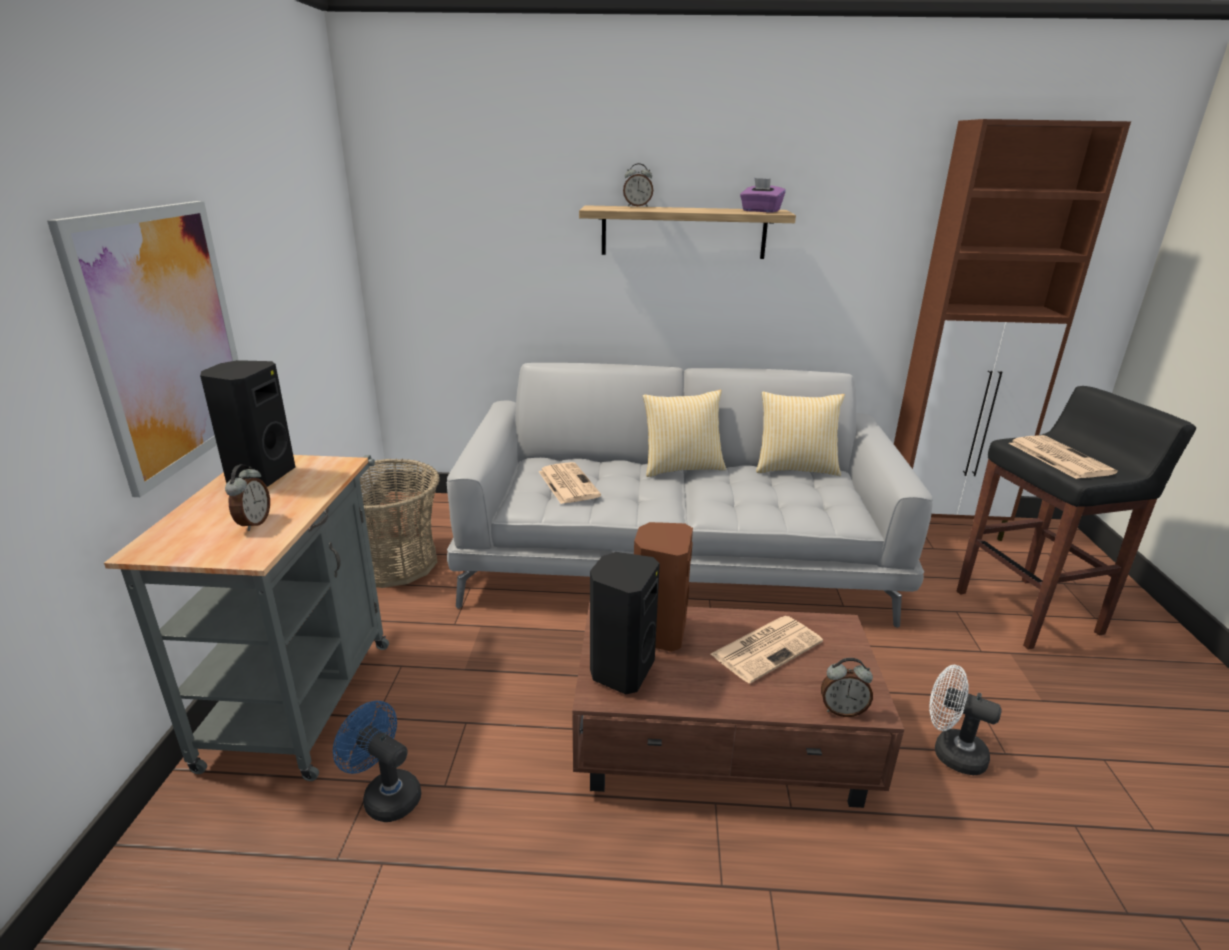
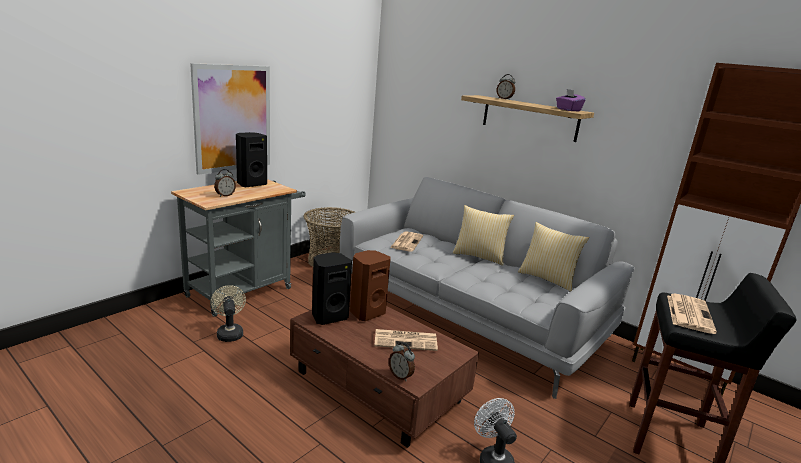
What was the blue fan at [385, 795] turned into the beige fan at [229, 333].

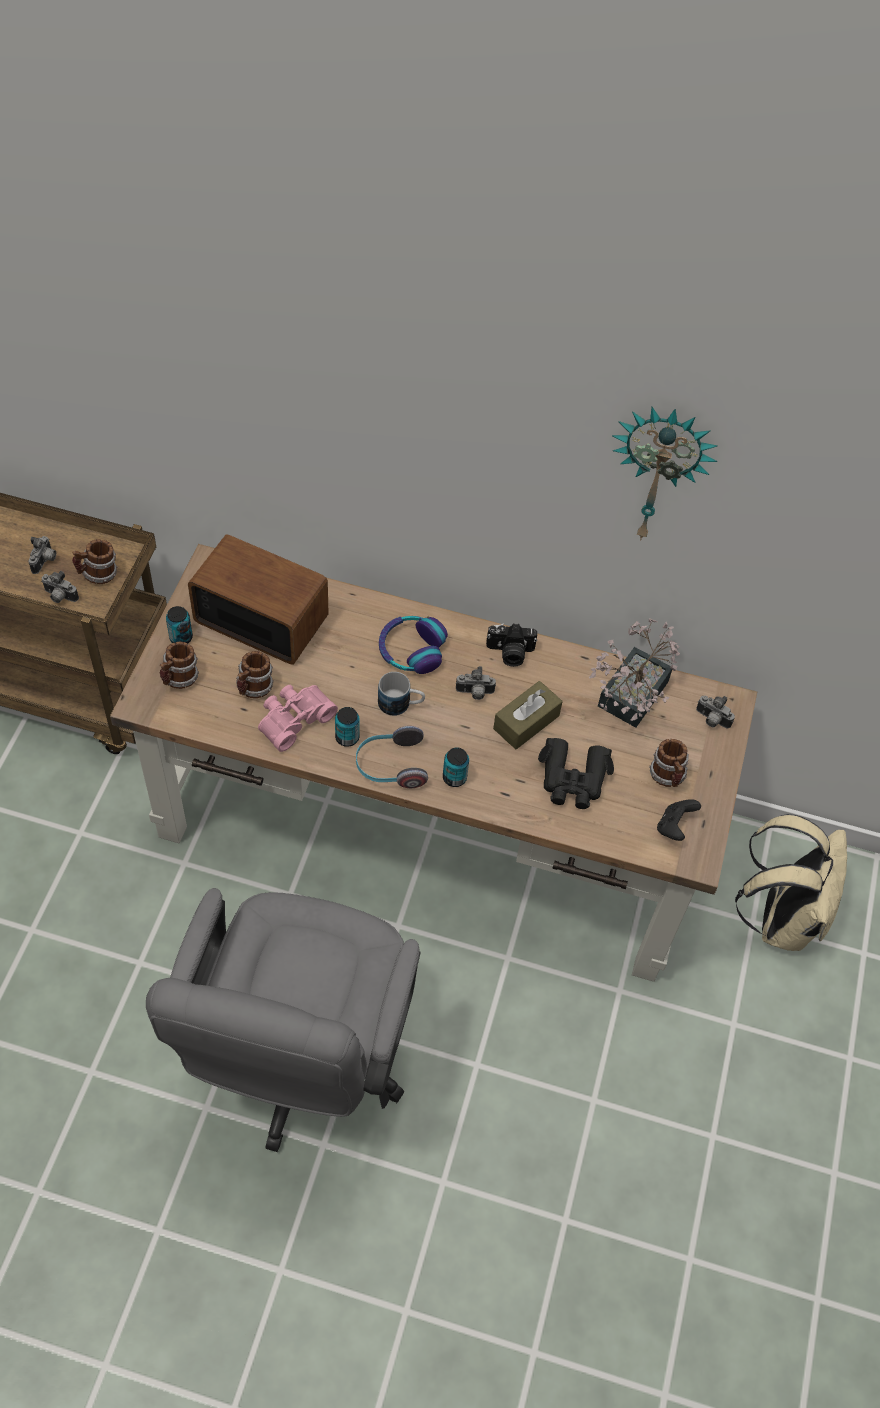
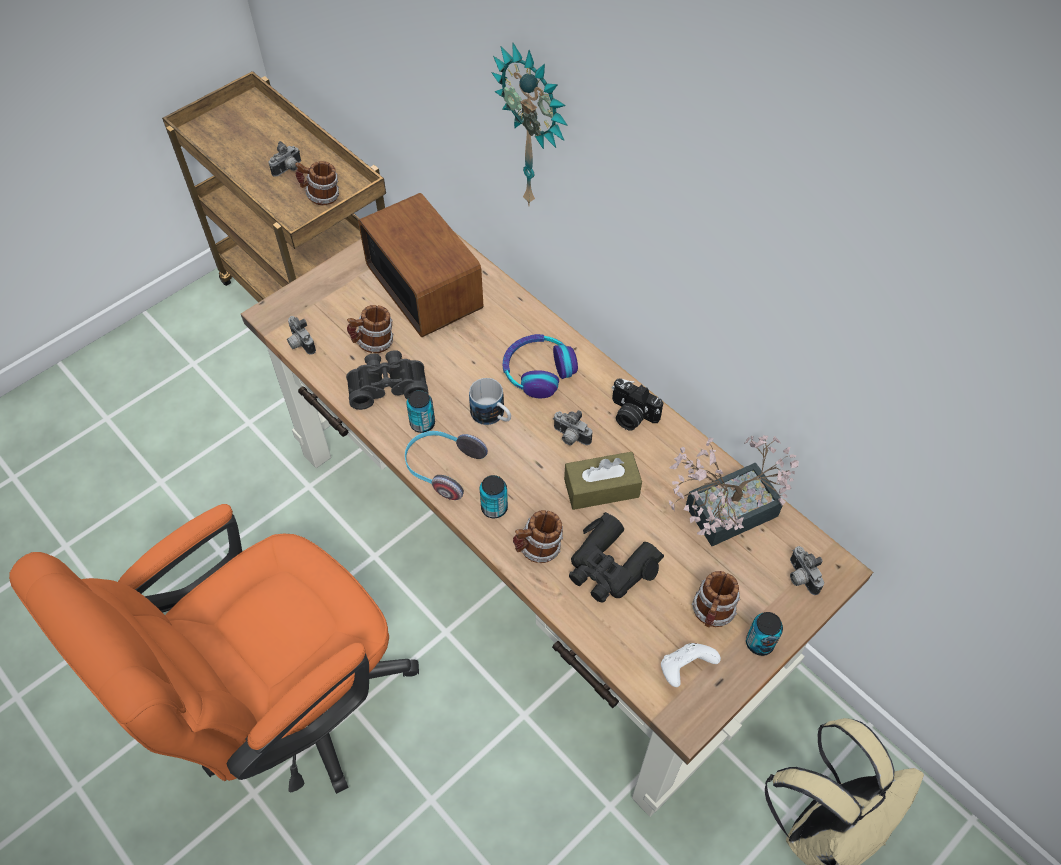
The wall clock ended up elsewhere, having gone from [658, 472] to [535, 130].
The photo camera ended up elsewhere, having gone from [59, 597] to [300, 344].
The can ended up elsewhere, having gone from [181, 637] to [759, 643].
The mug ended up elsewhere, having gone from [179, 679] to [537, 549].
What was the pink binoculars at [293, 719] turned into the black binoculars at [387, 385].
What was the black game controller at [674, 826] turned into the white game controller at [684, 669].
What was the grey office chair at [299, 1061] turned into the orange office chair at [284, 706].

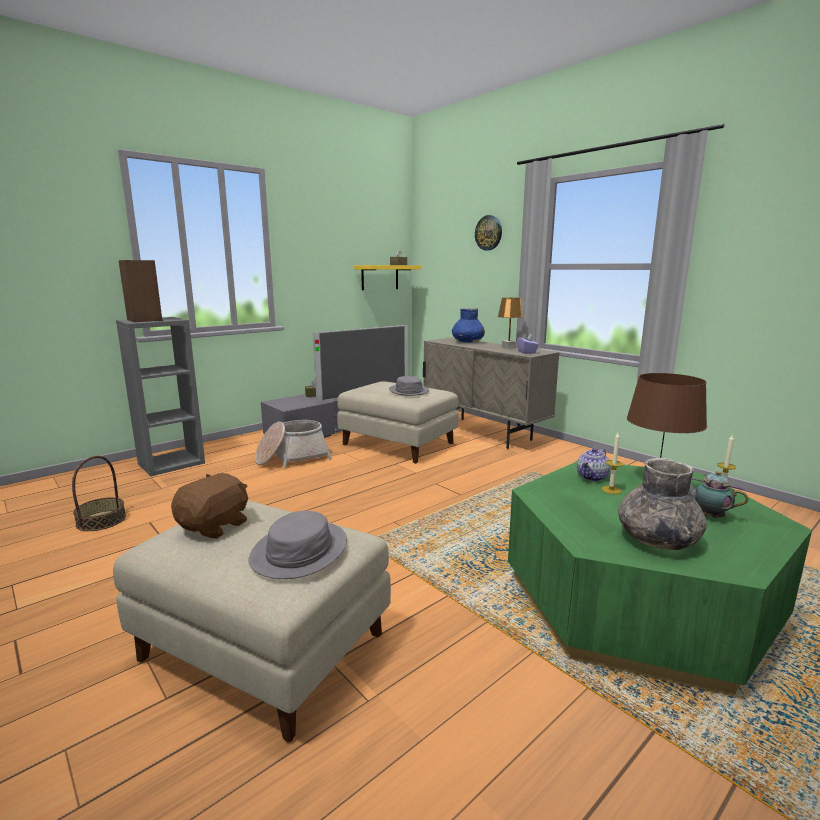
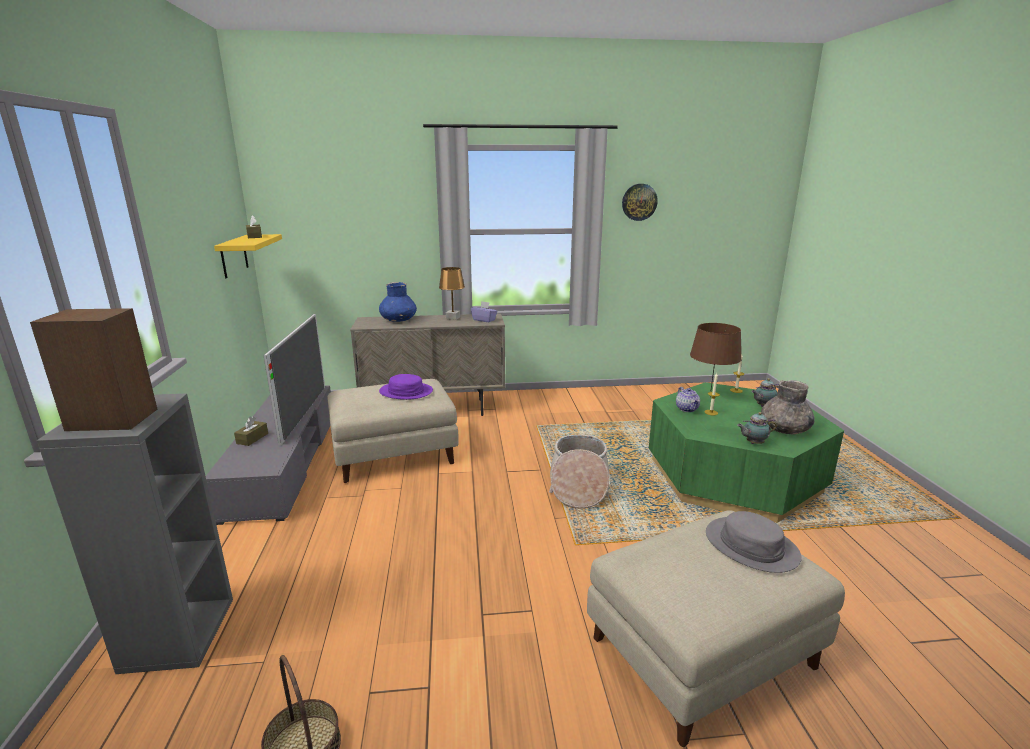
The wall clock ended up elsewhere, having gone from [488, 233] to [639, 202].
What was the grey hat at [408, 391] turned into the purple hat at [406, 392].
The basket ended up elsewhere, having gone from [292, 458] to [578, 485].
The second view lost the brown plush toy at [215, 526].
The second view gained the teapot at [753, 443].

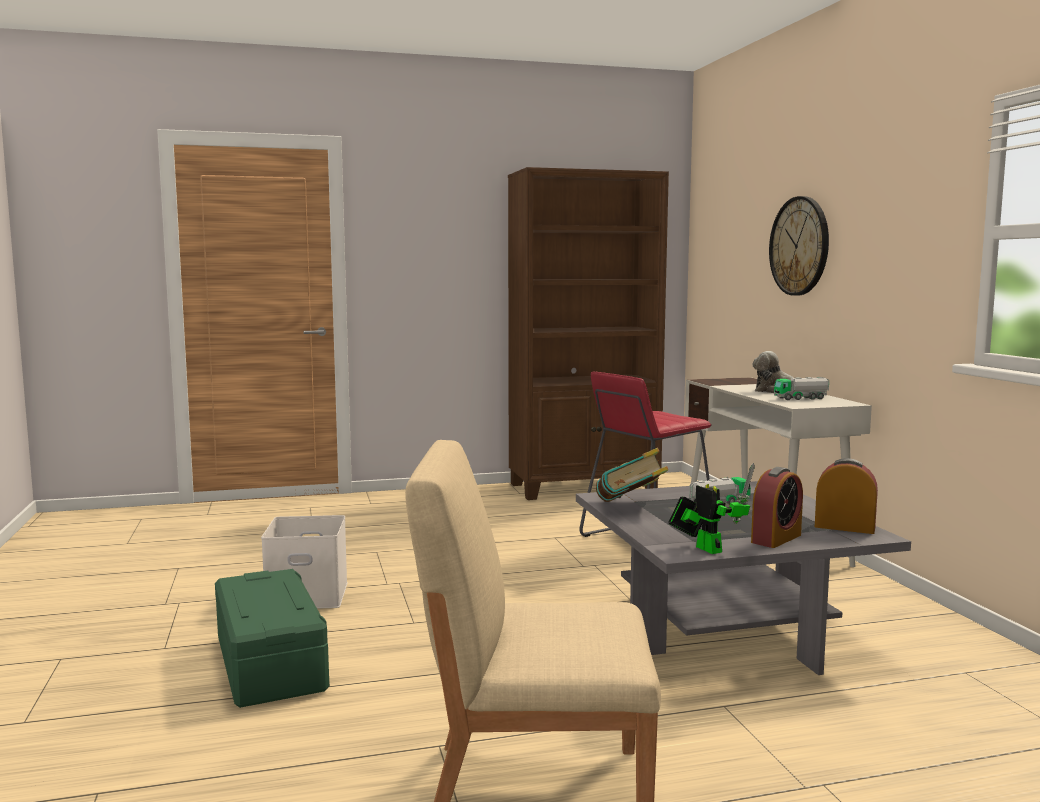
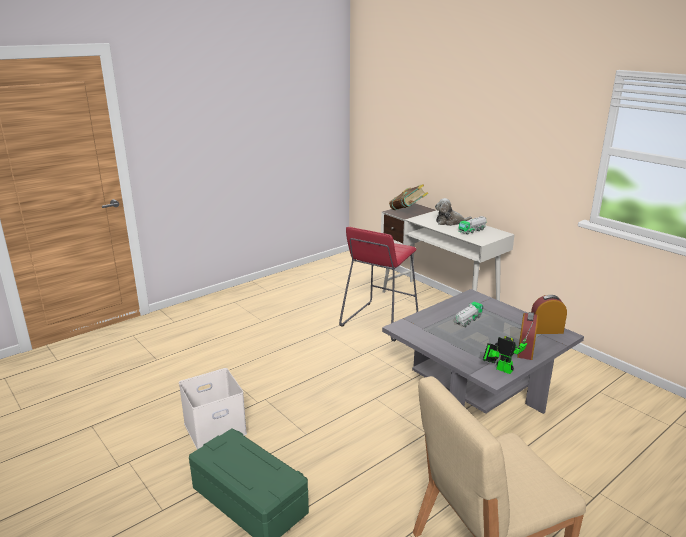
The second view lost the brown bookcase at [584, 488].
The second view lost the wall clock at [799, 246].
The book ended up elsewhere, having gone from [630, 507] to [407, 211].

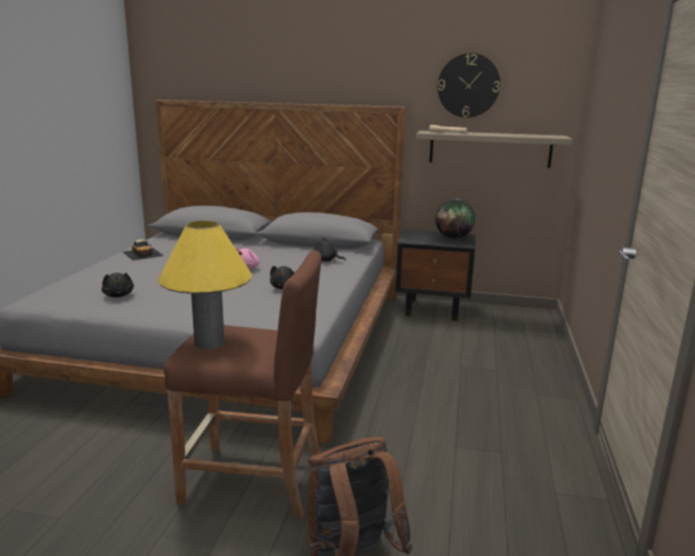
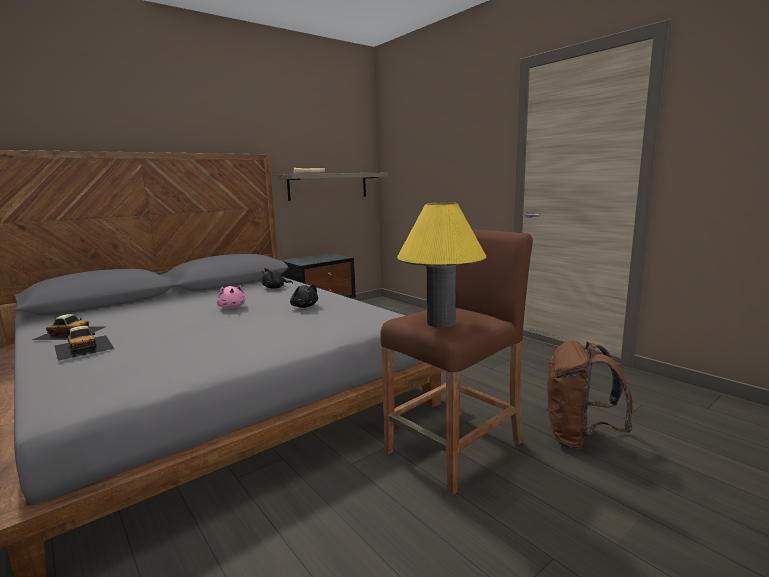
The second view lost the wall clock at [468, 85].
The second view lost the globe at [453, 238].
The second view lost the black plush toy at [118, 295].
The second view gained the toy car at [84, 346].

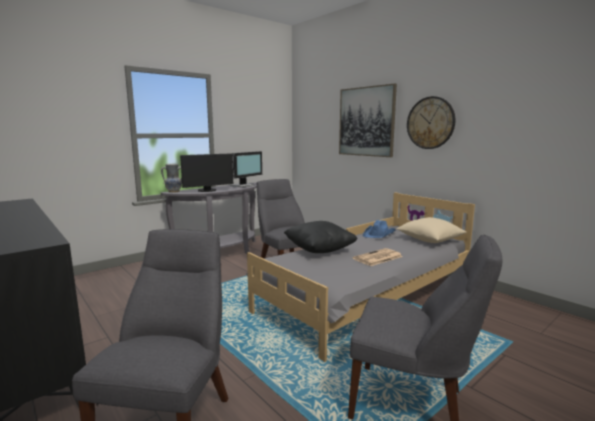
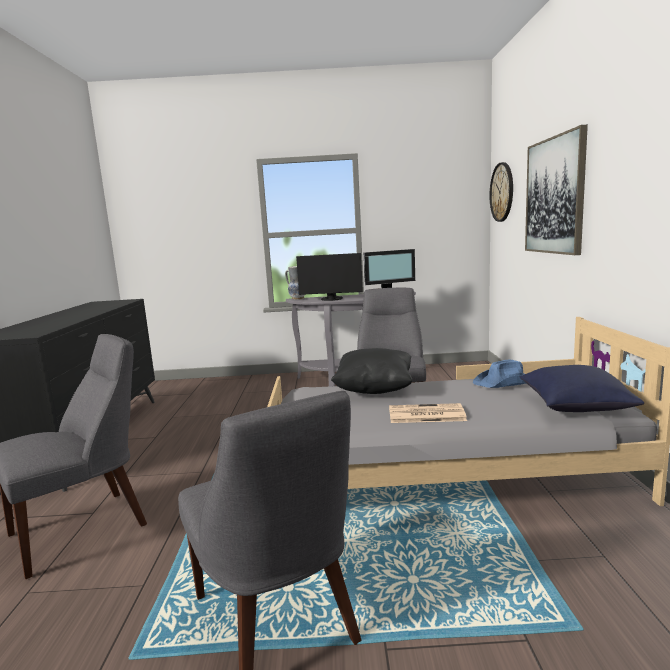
The wall clock ended up elsewhere, having gone from [430, 123] to [502, 192].
What was the beige pillow at [429, 240] turned into the blue pillow at [575, 406].

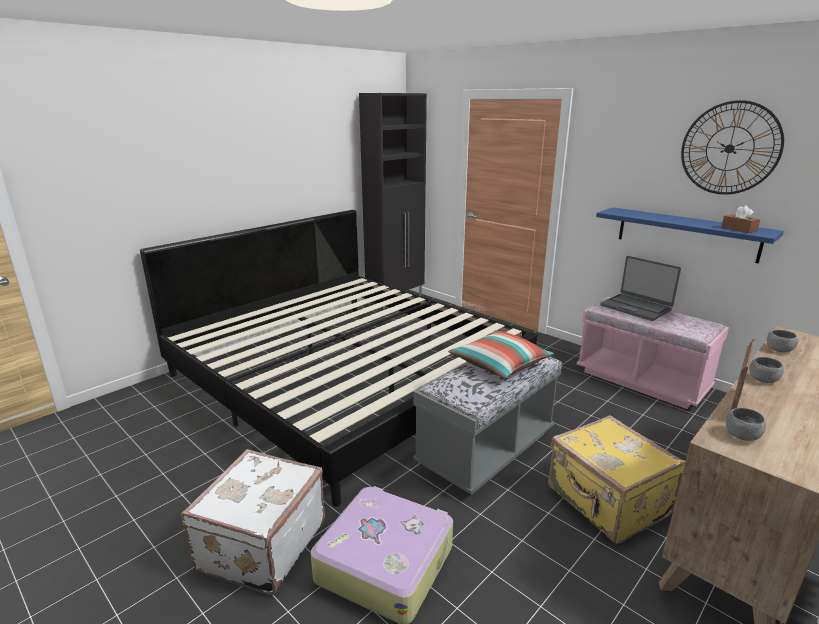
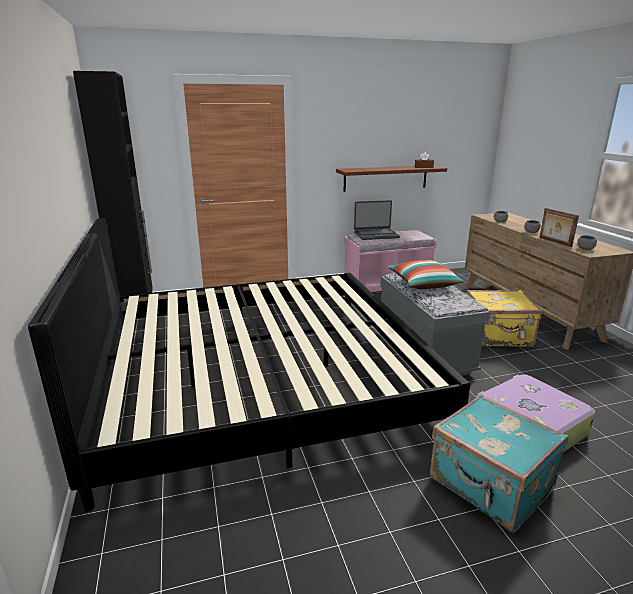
The second view lost the wall clock at [729, 148].
What was the blue shelf at [686, 234] turned into the brown shelf at [385, 178].
What was the white suitcase at [260, 544] turned into the turquoise suitcase at [490, 486].

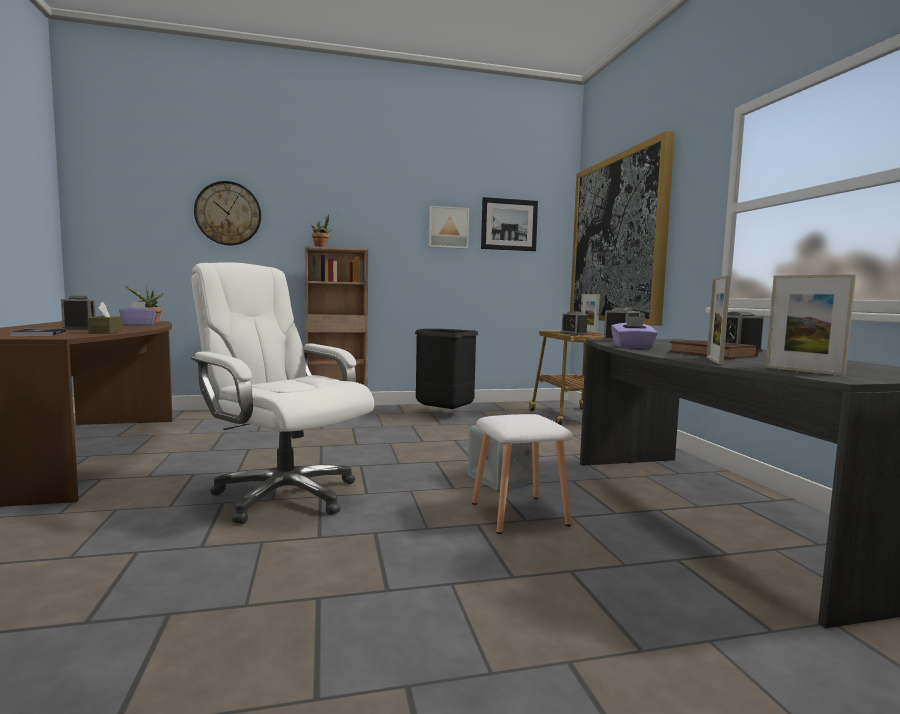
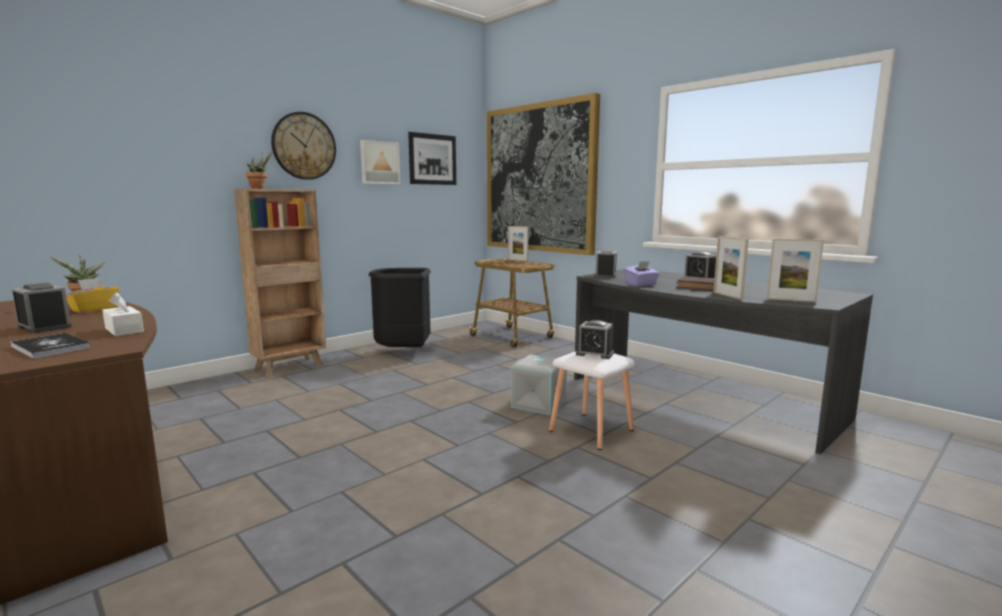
The wall clock ended up elsewhere, having gone from [228, 213] to [304, 146].
The second view lost the white office chair at [284, 495].
What was the brown tissue box at [105, 332] turned into the white tissue box at [124, 330].
What was the purple tissue box at [138, 325] turned into the yellow tissue box at [94, 309].
The alarm clock ended up elsewhere, having gone from [573, 334] to [594, 354].

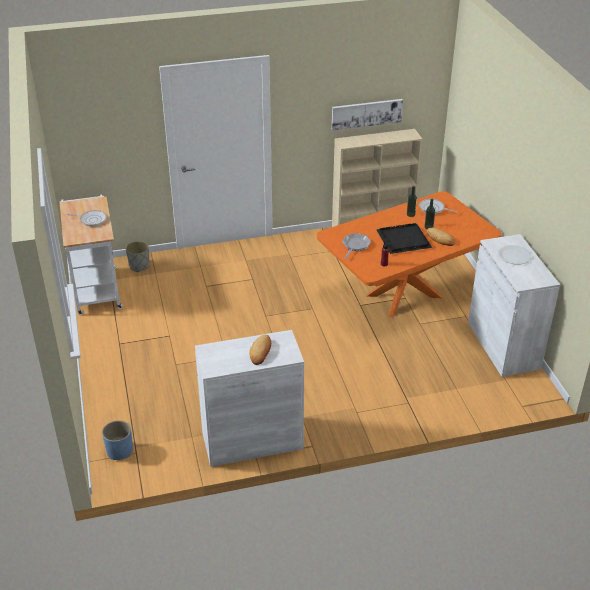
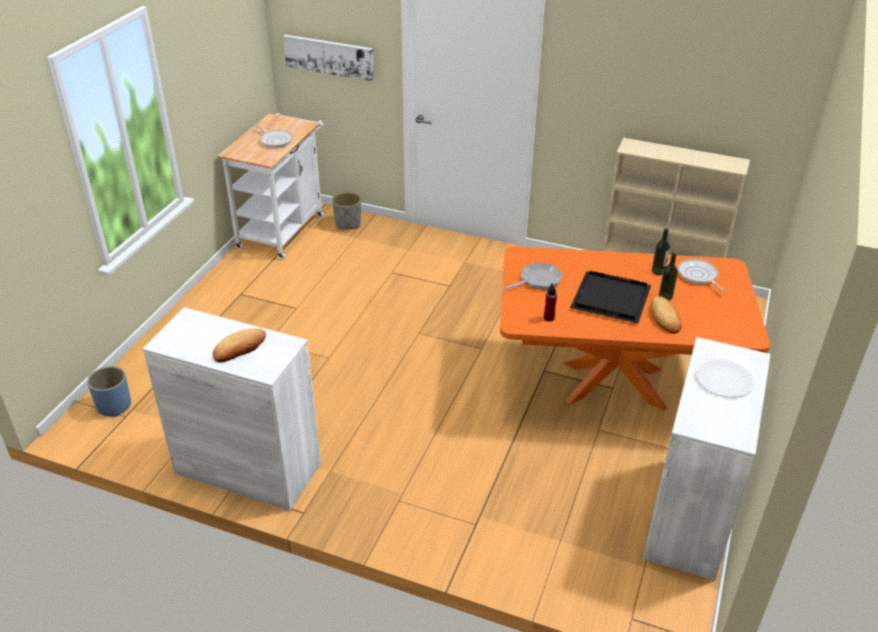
The picture ended up elsewhere, having gone from [366, 113] to [329, 57].

